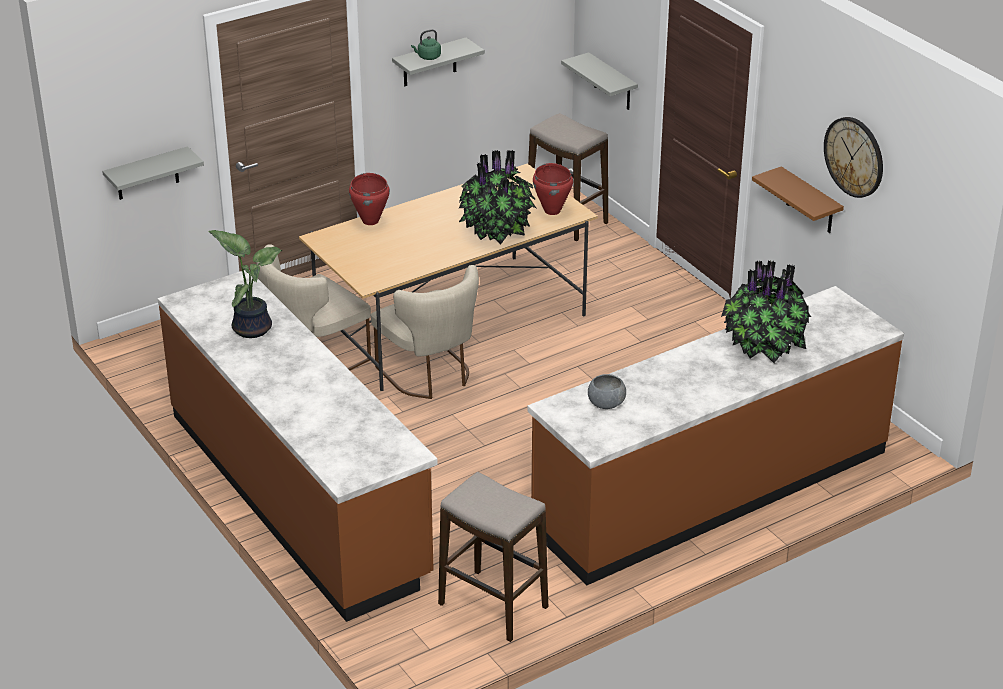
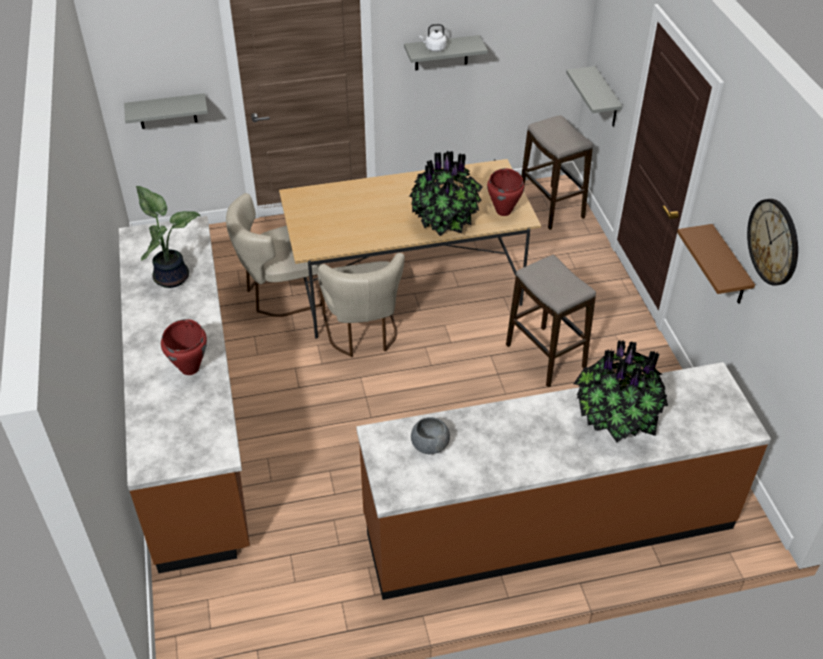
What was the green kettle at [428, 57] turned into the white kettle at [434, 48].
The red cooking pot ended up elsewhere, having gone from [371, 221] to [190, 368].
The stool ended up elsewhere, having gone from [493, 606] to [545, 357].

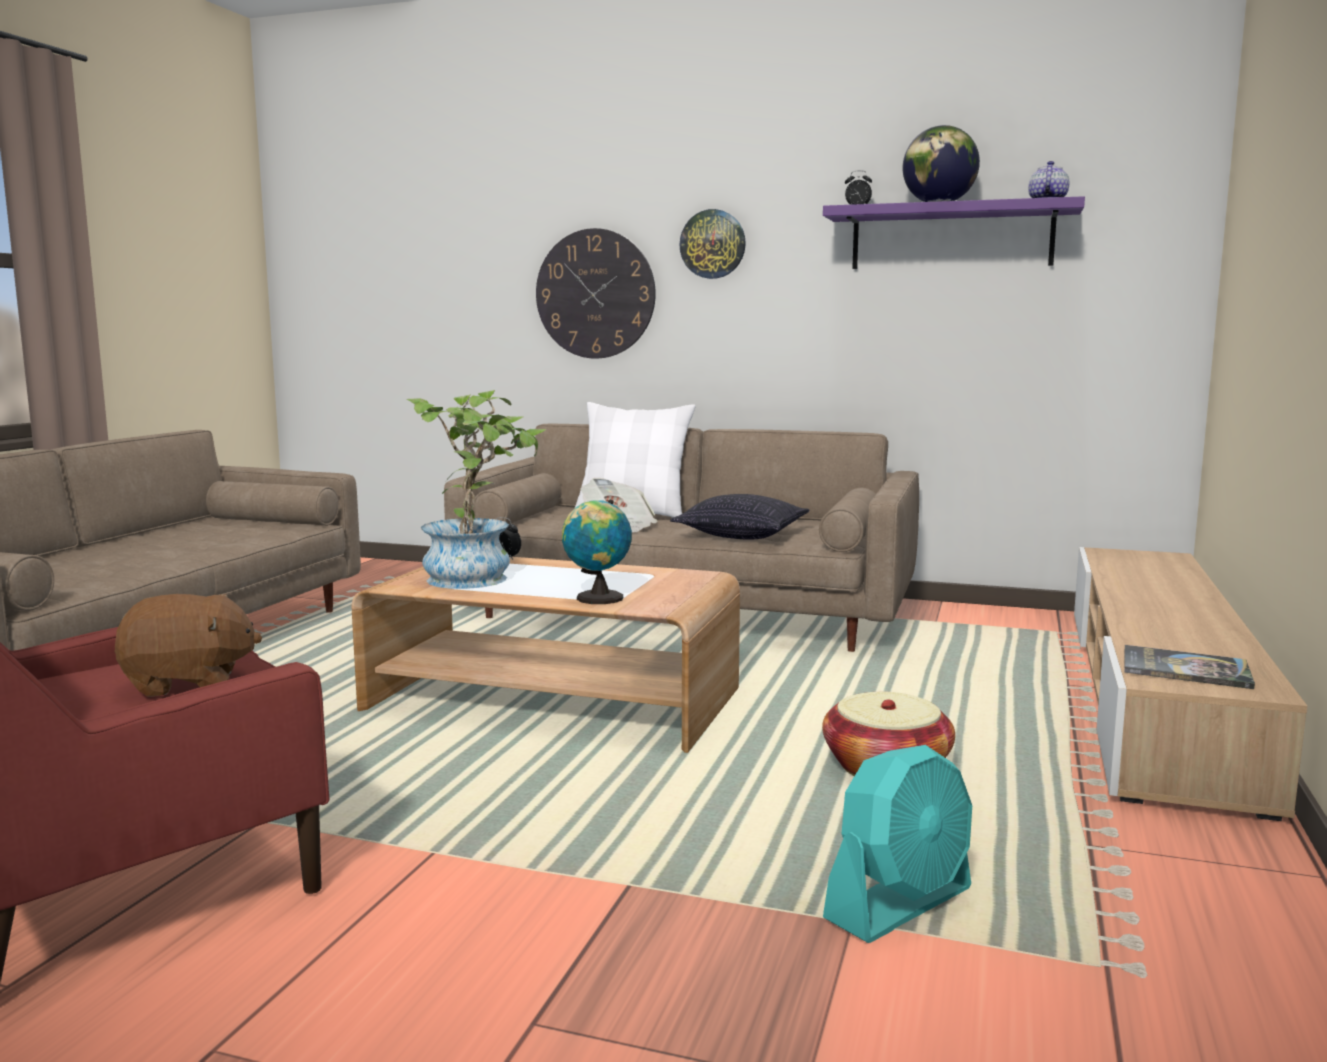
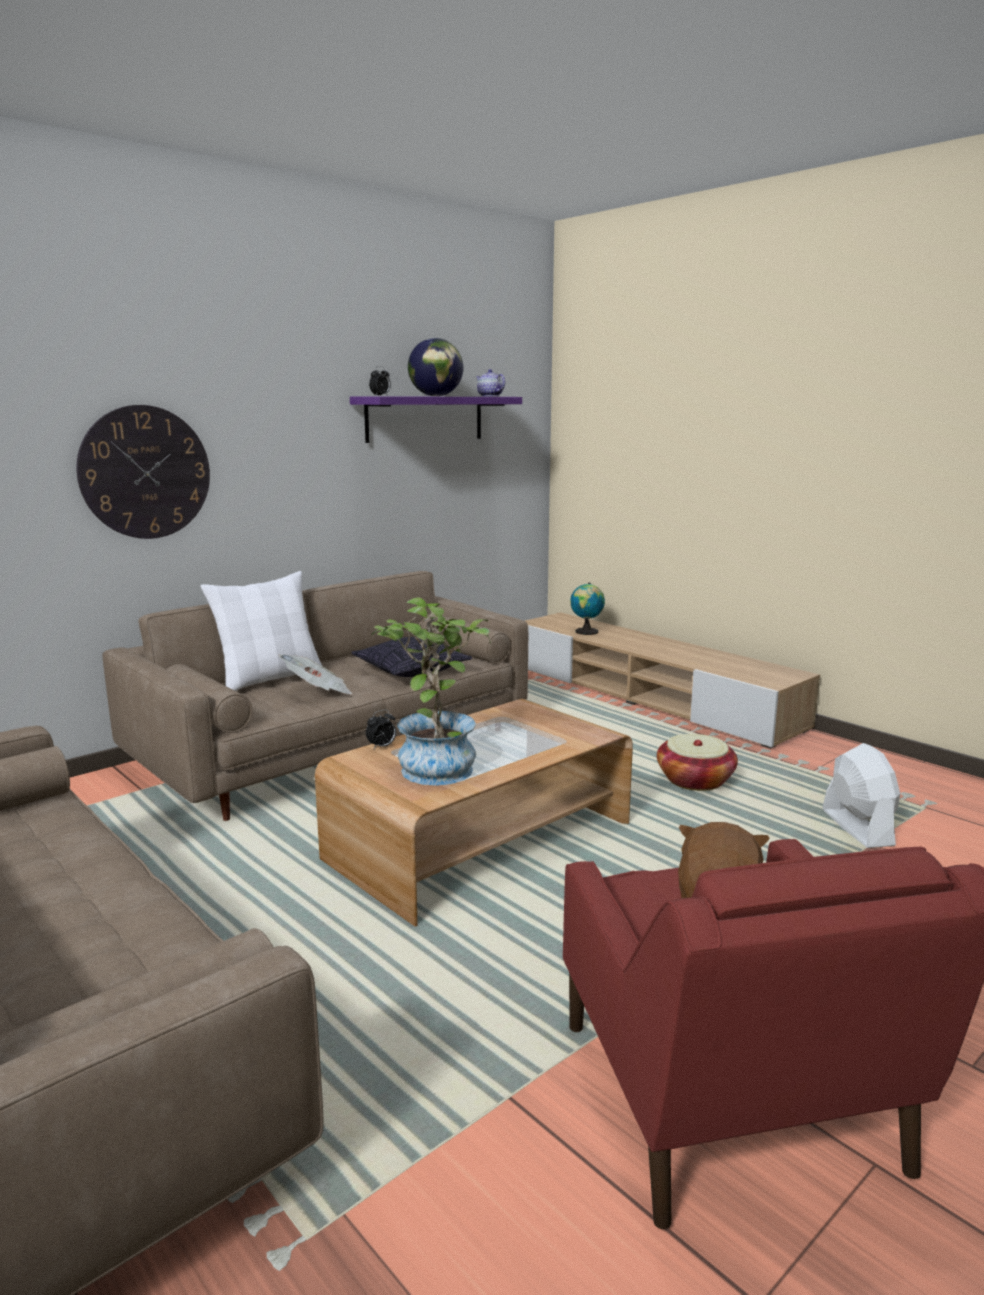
The second view lost the wall clock at [712, 244].
The globe ended up elsewhere, having gone from [596, 598] to [586, 632].
The second view lost the book at [1185, 669].
What was the turquoise fan at [900, 904] turned into the white fan at [857, 827].

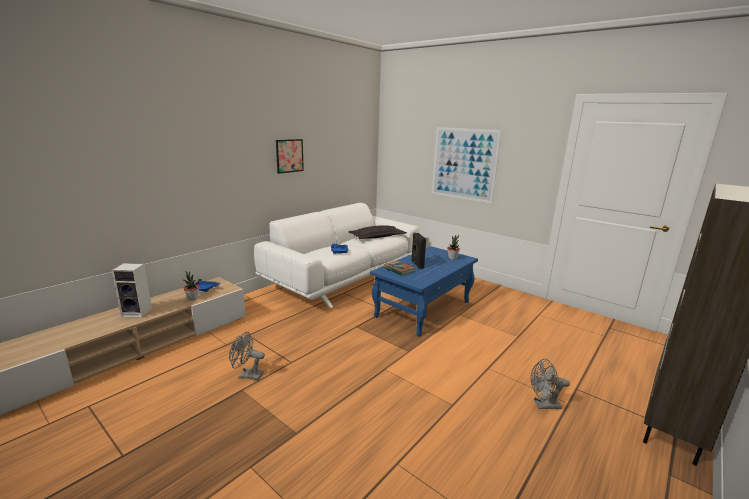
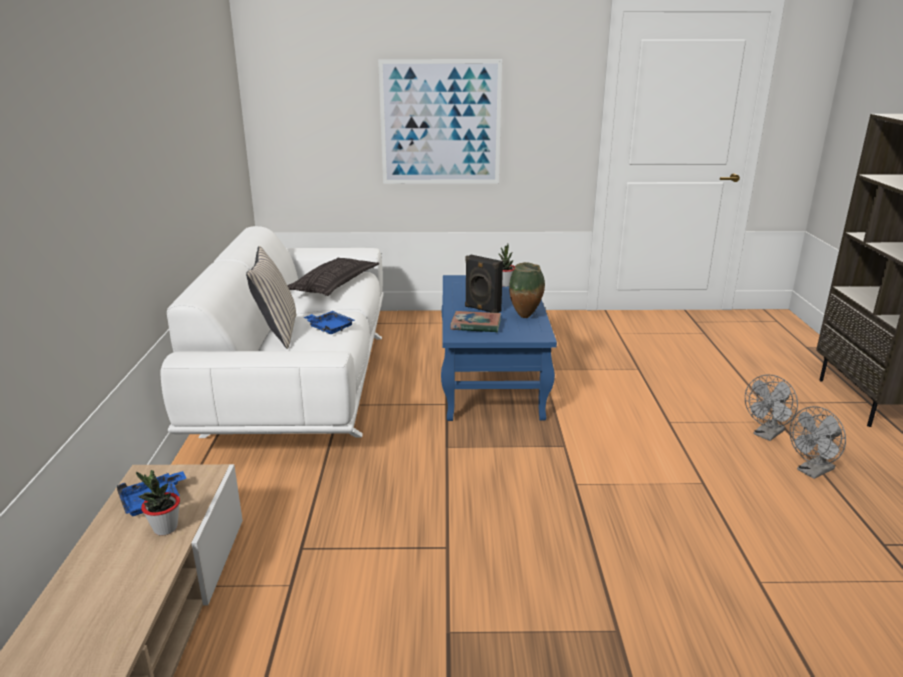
The second view lost the picture at [289, 156].
The second view lost the speaker at [138, 312].
The grey fan ended up elsewhere, having gone from [247, 375] to [812, 472].
The second view gained the beige pillow at [277, 332].
The second view gained the vase at [526, 317].

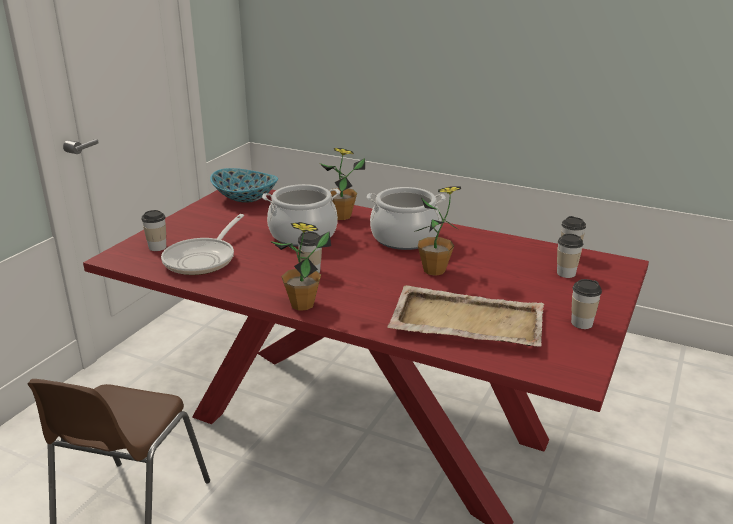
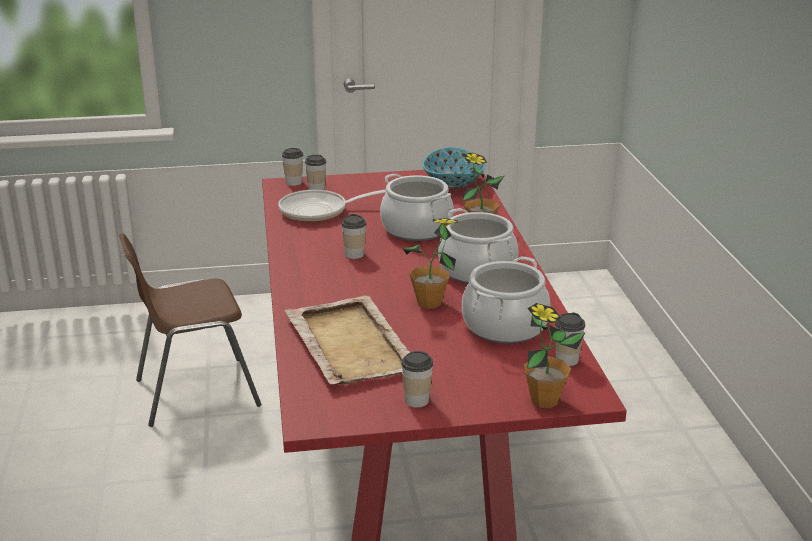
The potted plant ended up elsewhere, having gone from [302, 304] to [544, 400].
The cup ended up elsewhere, having gone from [566, 273] to [294, 182].
The second view gained the cooking pot at [505, 326].

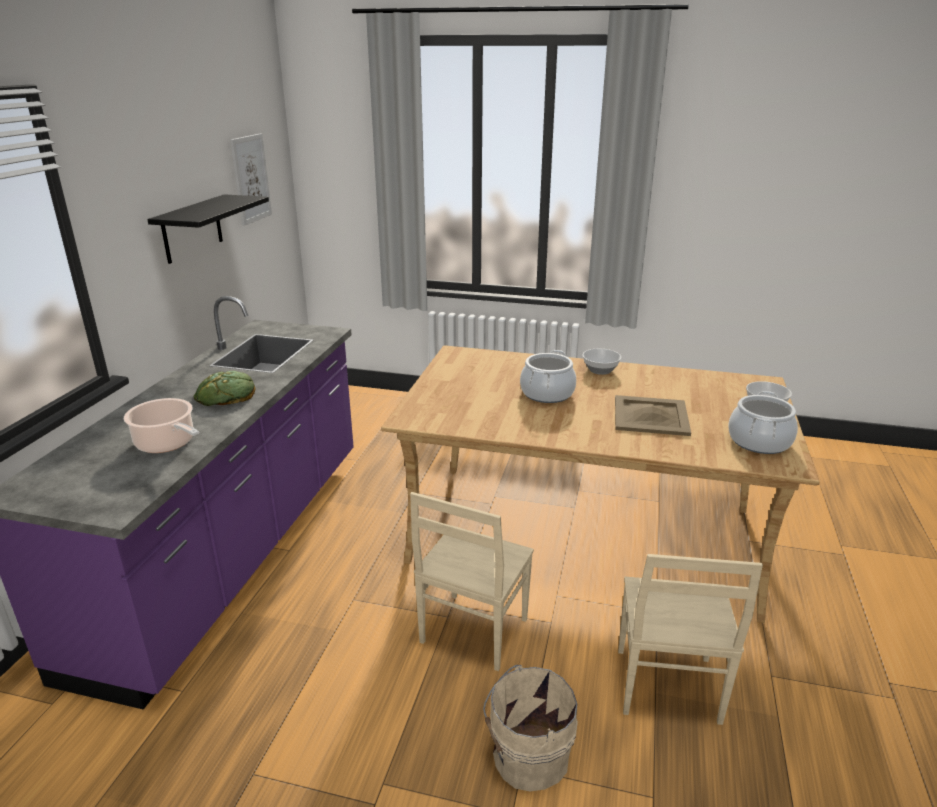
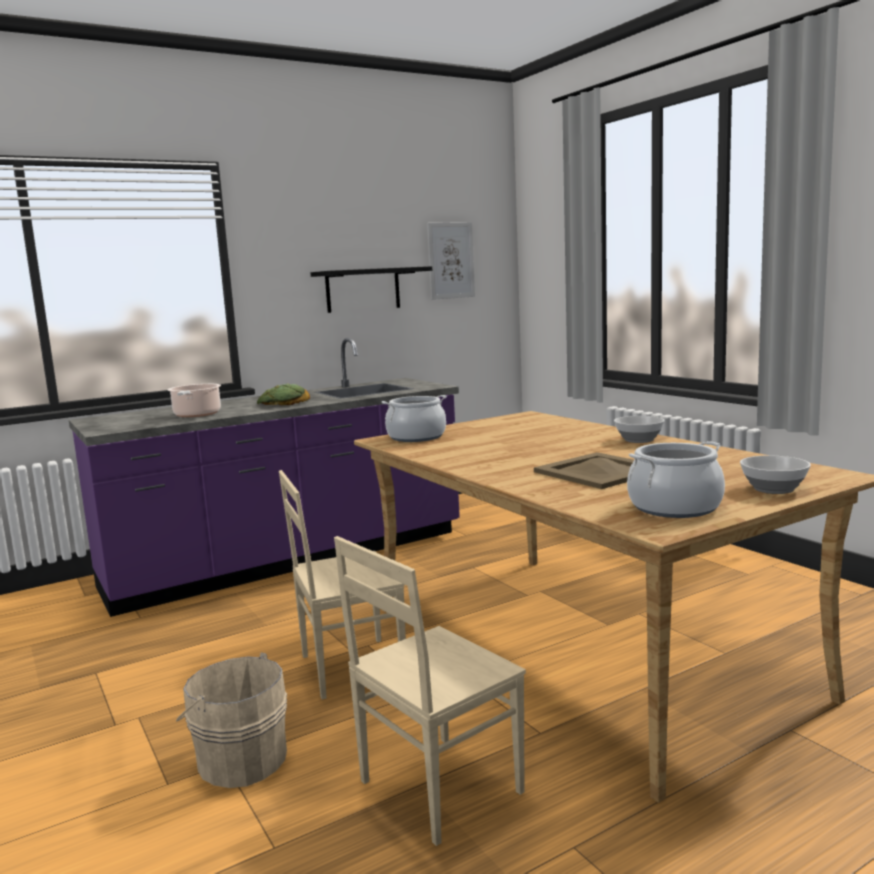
The cooking pot ended up elsewhere, having gone from [547, 393] to [416, 437].

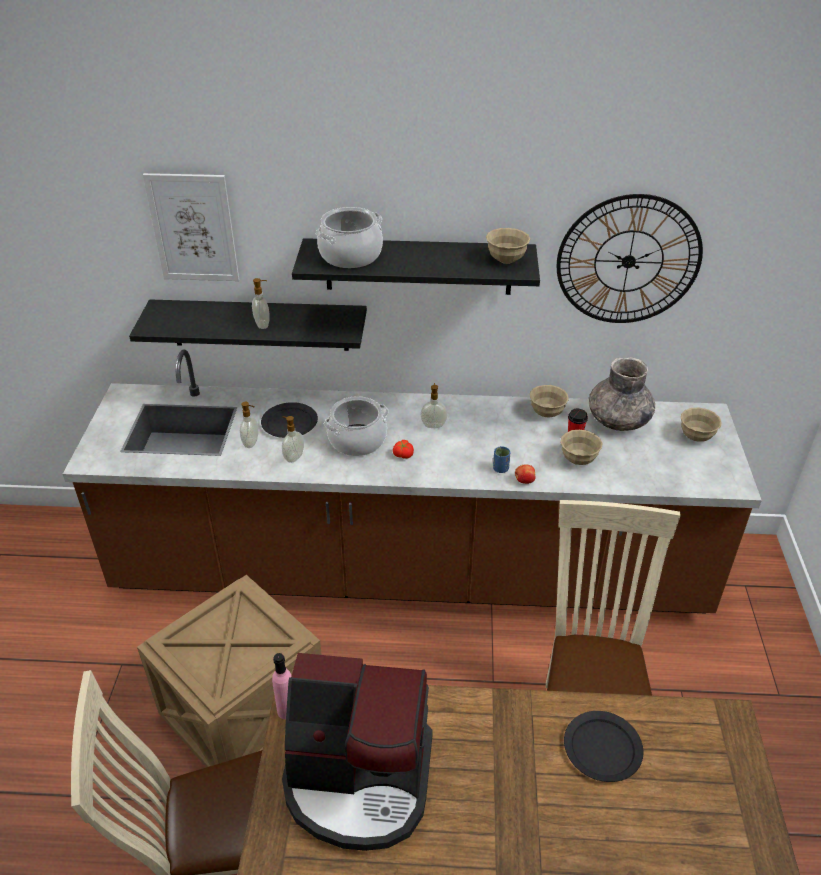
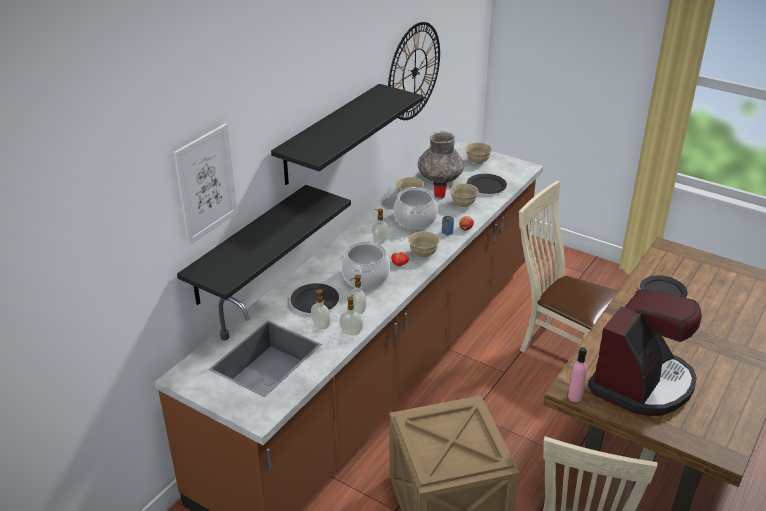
The cooking pot ended up elsewhere, having gone from [350, 256] to [415, 219].
The beige bowl ended up elsewhere, having gone from [506, 260] to [423, 254].
The soap dispenser ended up elsewhere, having gone from [263, 324] to [351, 332].
The second view gained the black plate at [486, 185].

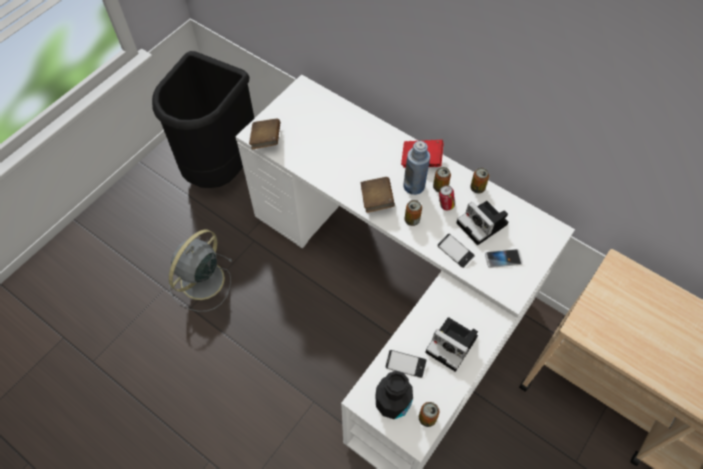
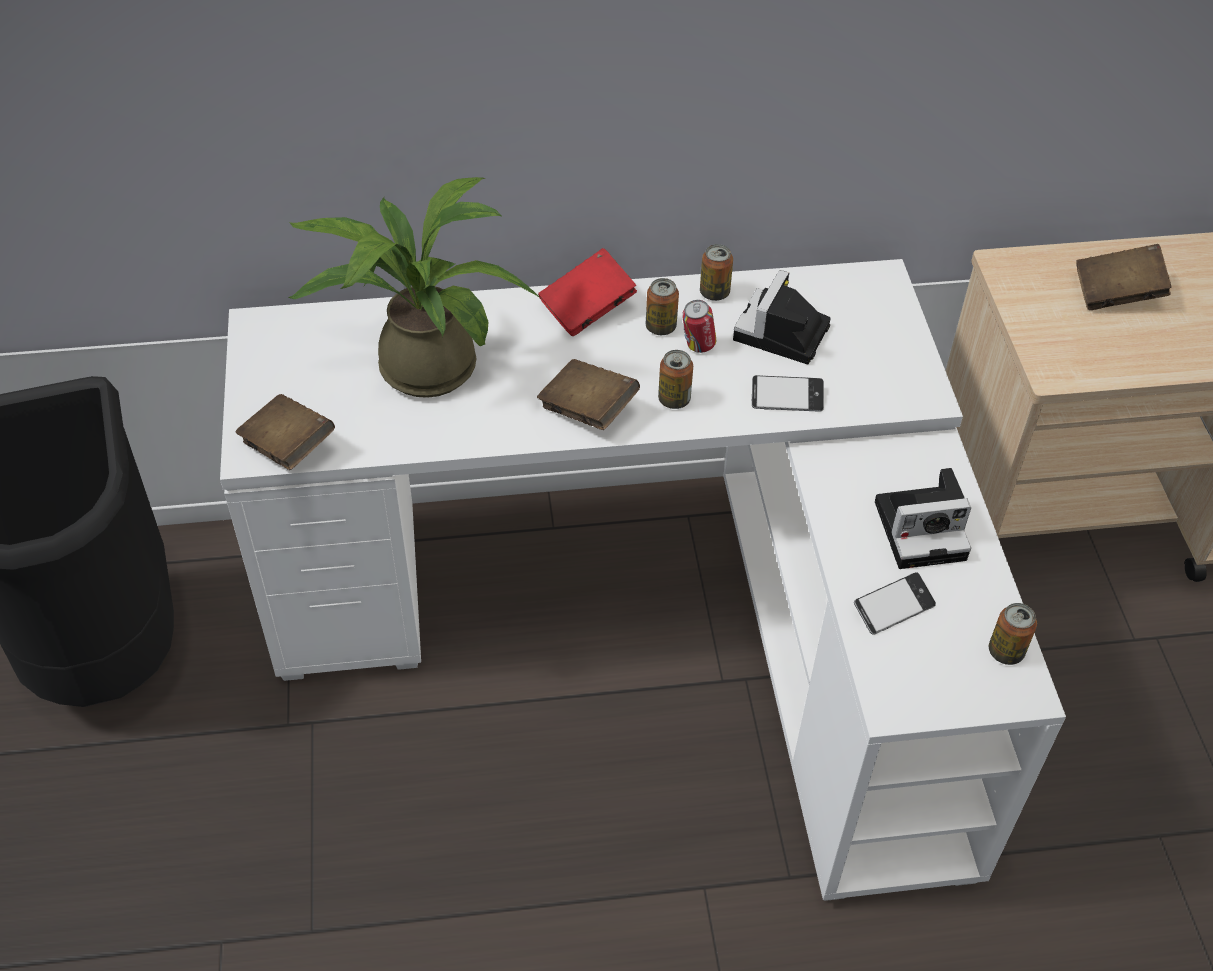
The second view lost the blue bottle at [414, 186].
The photo camera at [483, 225] ended up facing another way, 105 degrees clockwise from before.
The second view lost the grey fan at [201, 282].
The second view lost the phone at [503, 258].
The second view lost the black bottle at [392, 402].
The second view gained the potted plant at [418, 362].
The second view gained the brown book at [1116, 294].

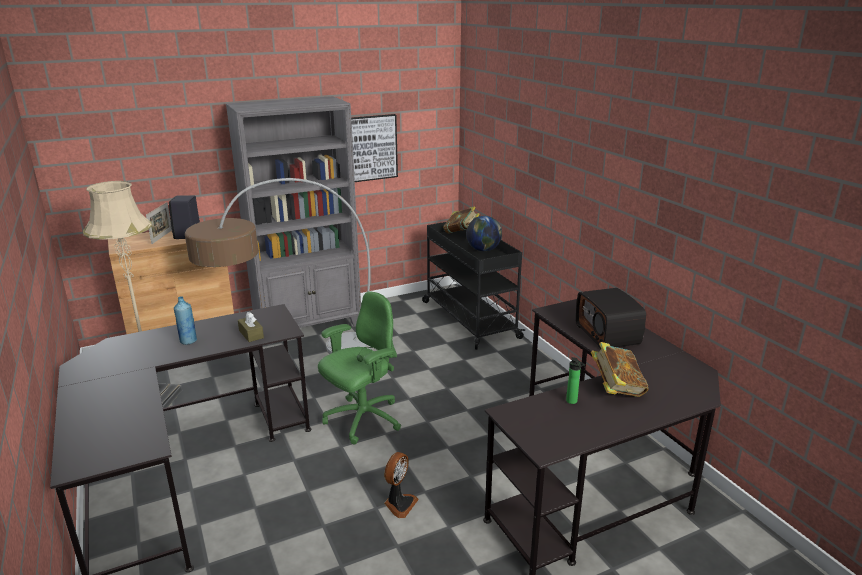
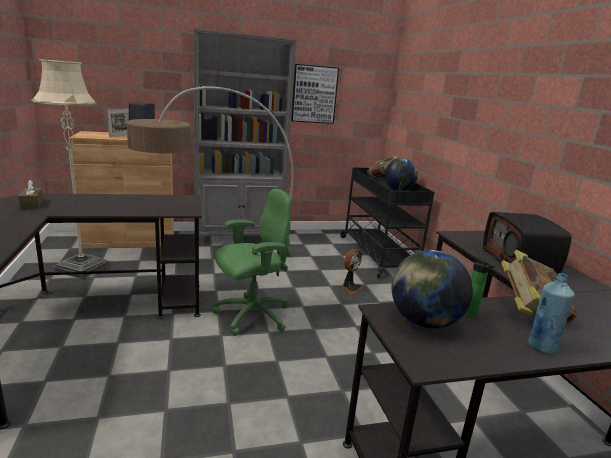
The blue bottle ended up elsewhere, having gone from [188, 341] to [542, 347].
The brown tissue box ended up elsewhere, having gone from [251, 334] to [31, 204].
The fan ended up elsewhere, having gone from [399, 504] to [350, 288].
The second view gained the globe at [424, 322].

